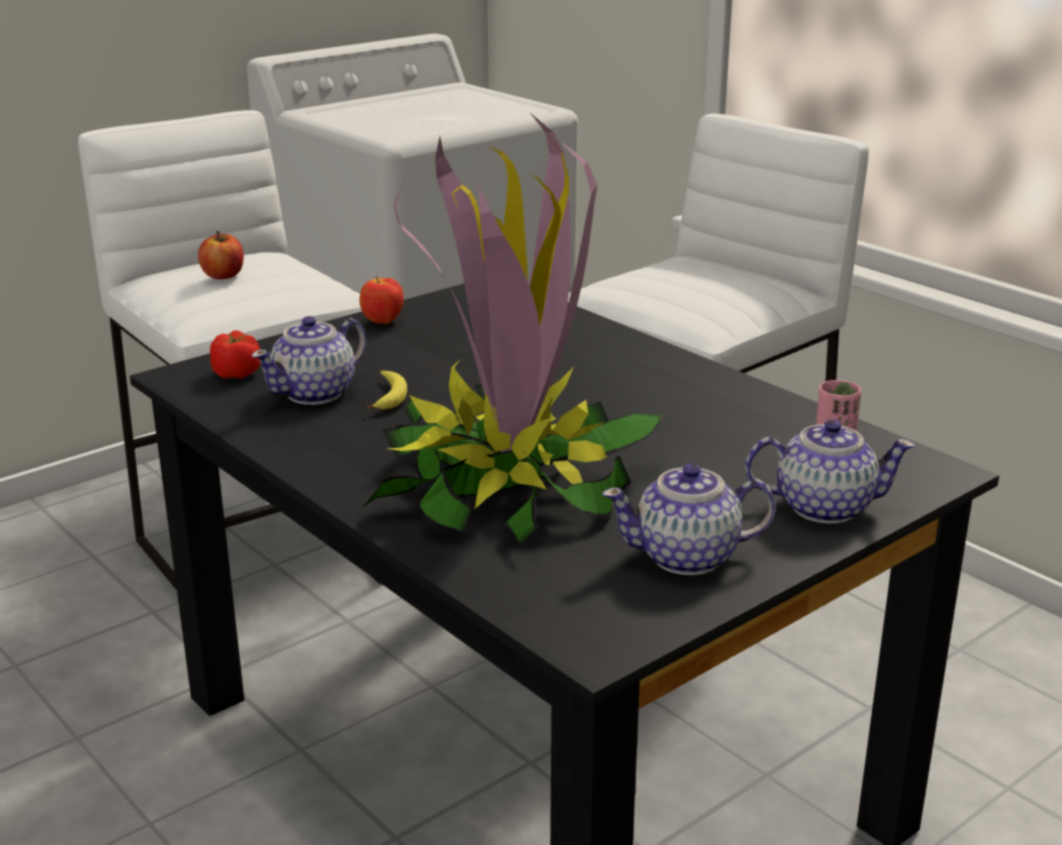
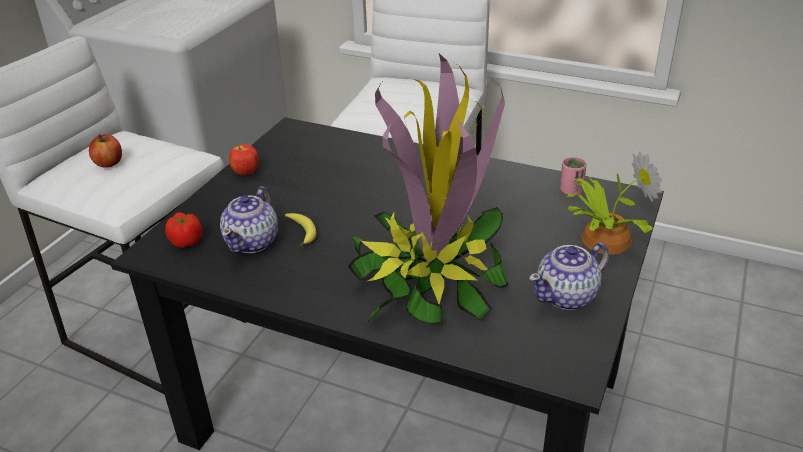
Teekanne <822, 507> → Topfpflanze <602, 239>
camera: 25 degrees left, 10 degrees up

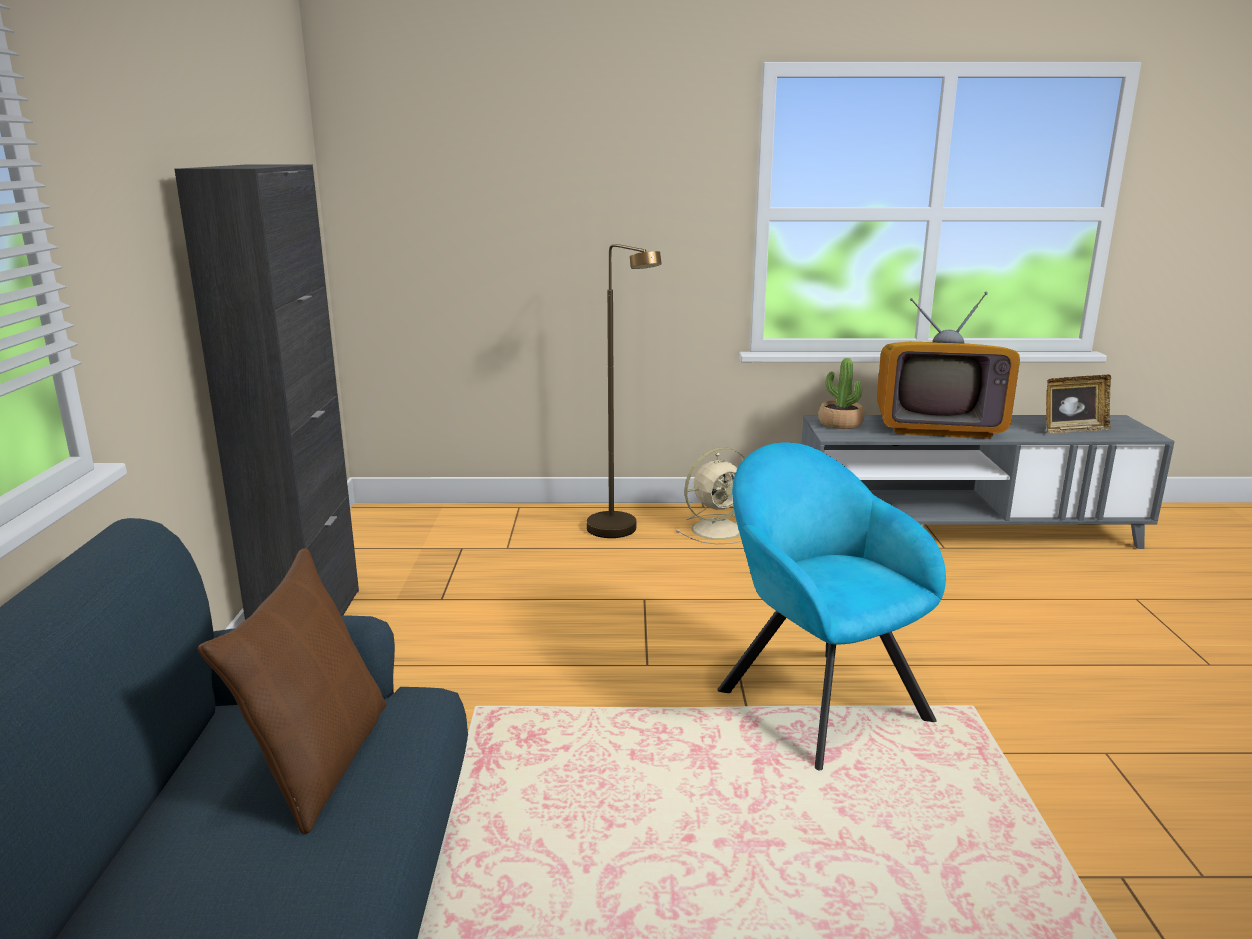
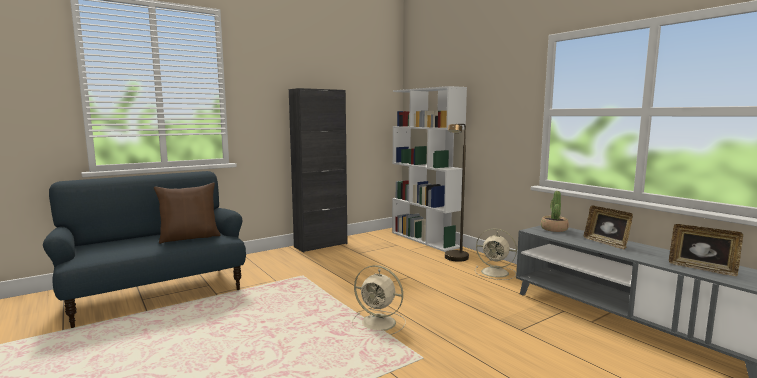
Fernseher <938, 426> → Bilderrahmen <606, 243>
Sessel (türkis) <816, 699> → Ventilator (beige) <379, 323>
- → Bücherregal (weiß) <425, 239>
camera: 55 degrees right, 10 degrees down

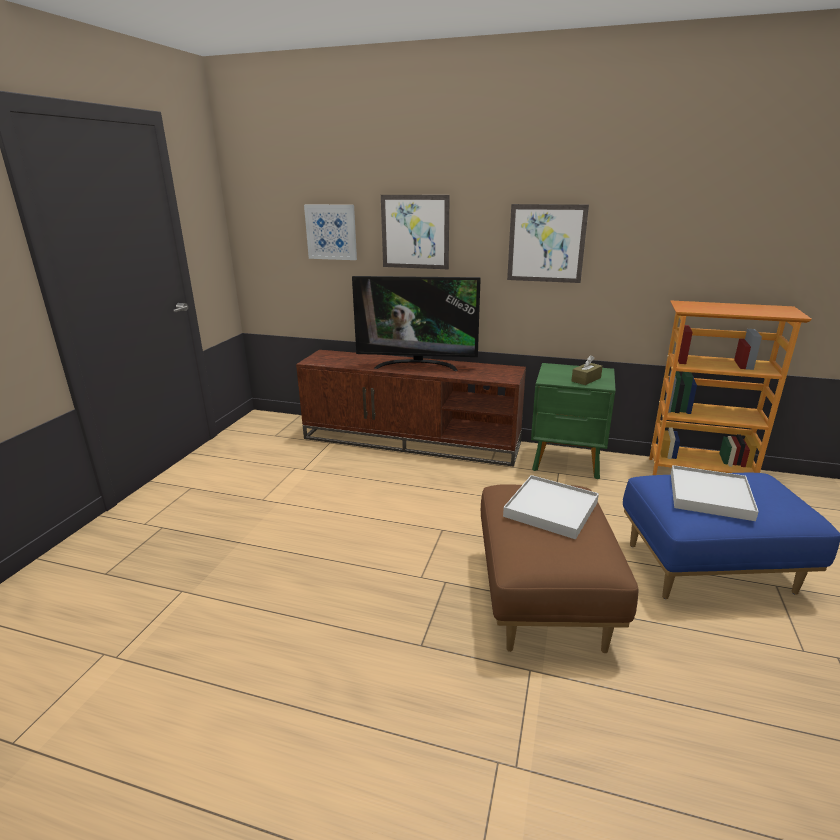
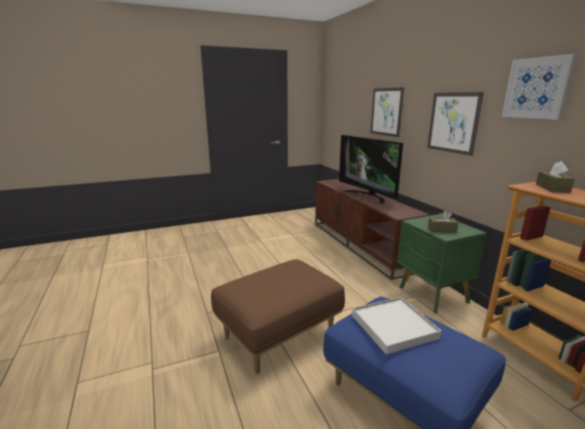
Bild <331, 232> → Bild <536, 88>, moved
Tablett (weiß) <551, 509> → -
- → Taschentuchbox (braun) <552, 188>
camera: 50 degrees right, 5 degrees down

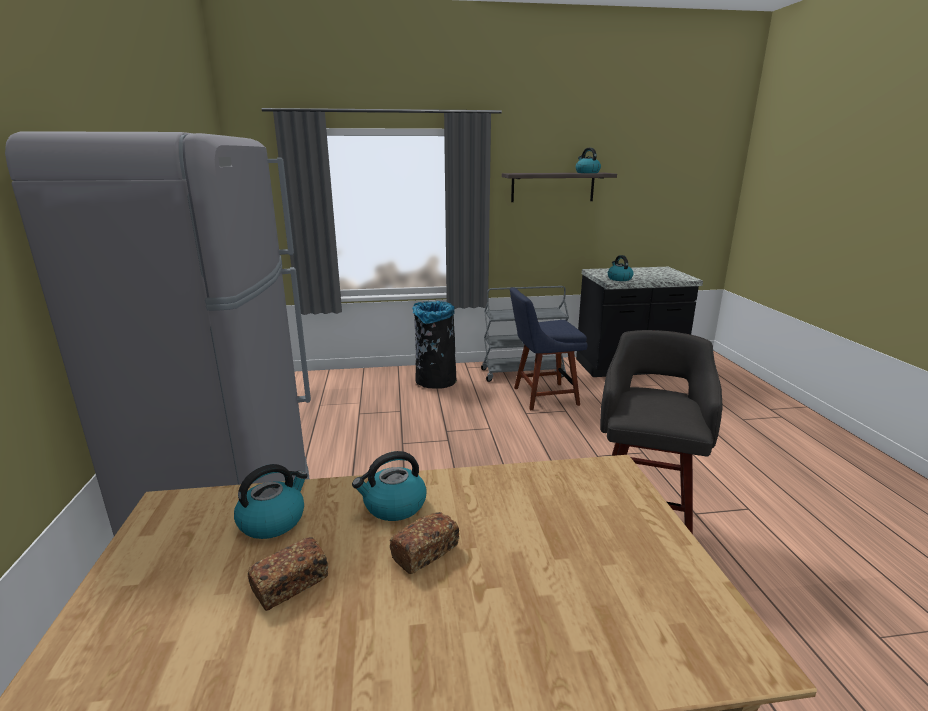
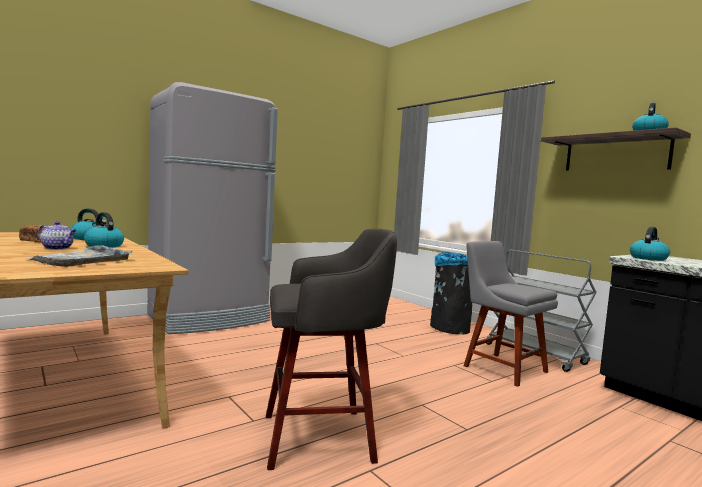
Stuhl (blau) <542, 396> → Stuhl (grau) <501, 367>
Brot <425, 552> → Teekanne <58, 248>
- → Tablett (grau) <82, 260>
camera: 60 degrees right, 15 degrees down

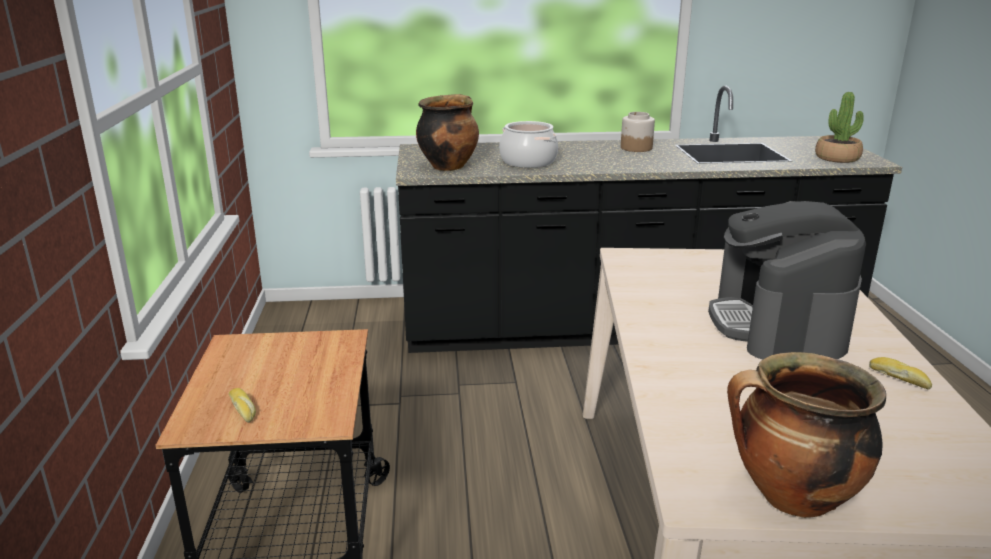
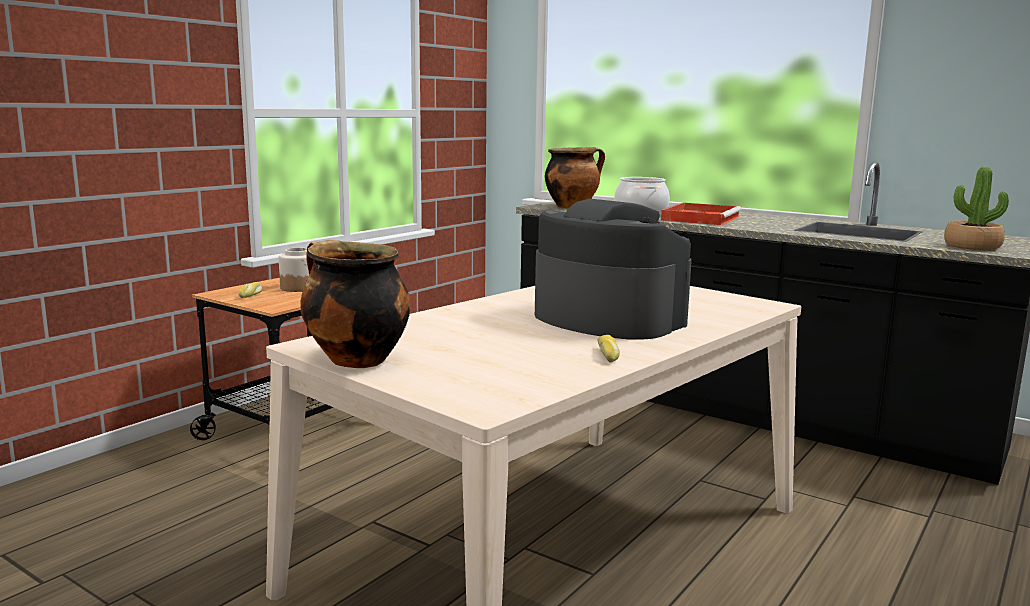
Vorratsglas <636, 148> → Vorratsglas <299, 288>, moved
Kaffeemaschine <778, 325> → Kaffeemaschine <606, 319>, 90 degrees clockwise
- → Tablett (rot) <700, 218>
camera: 40 degrees right, 10 degrees down

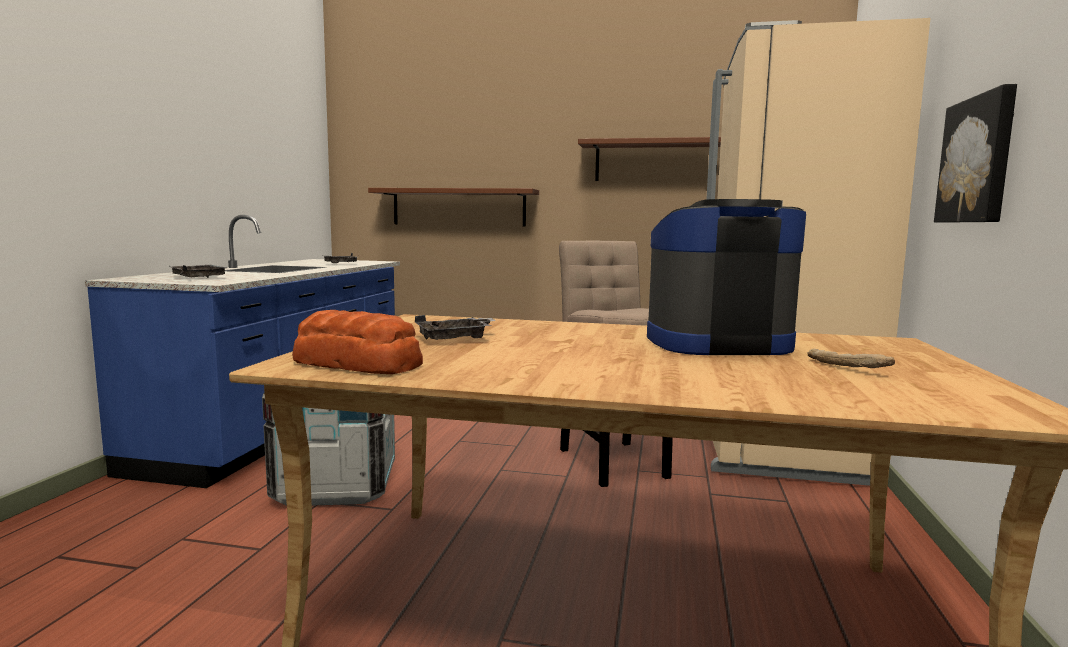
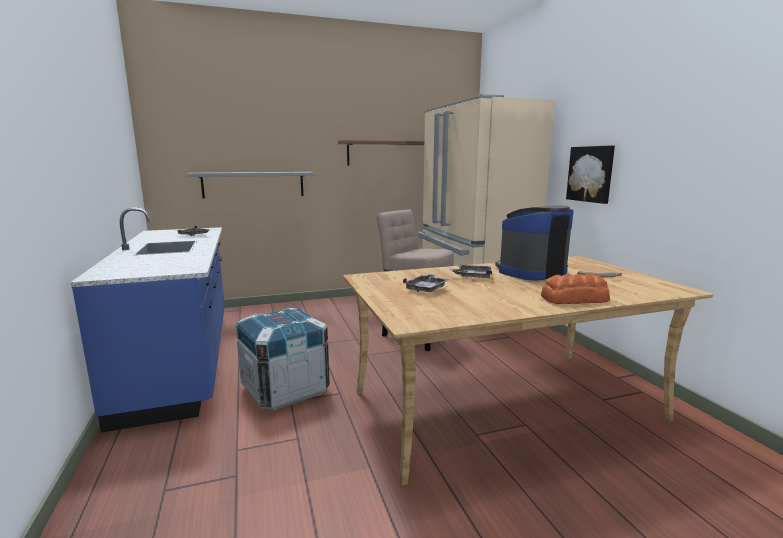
Wandregal (braun) <458, 207> → Wandregal (grau) <253, 184>
Tablett (grau) <197, 277> → Tablett (grau) <472, 276>, moved
Brot <358, 364> → Brot <575, 299>, moved
camera: 30 degrees left, 5 degrees up

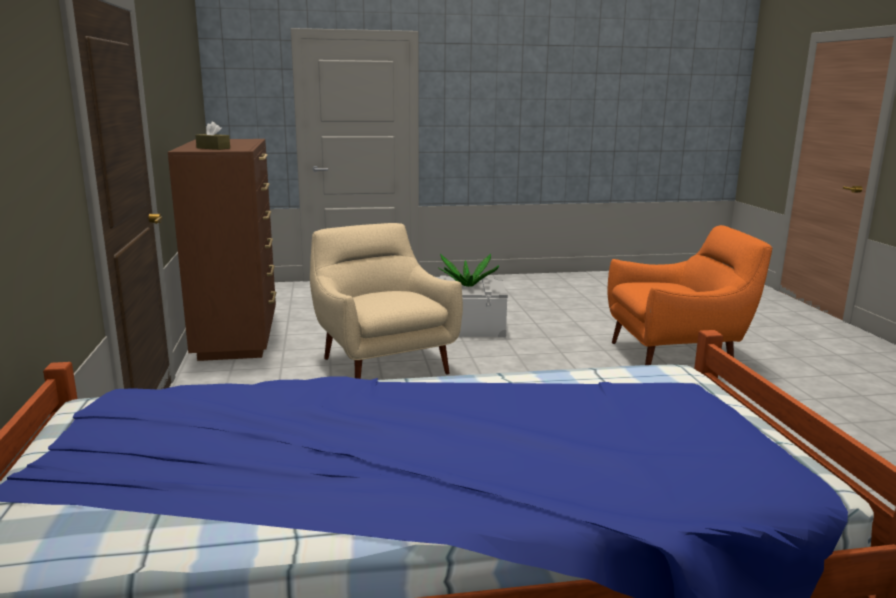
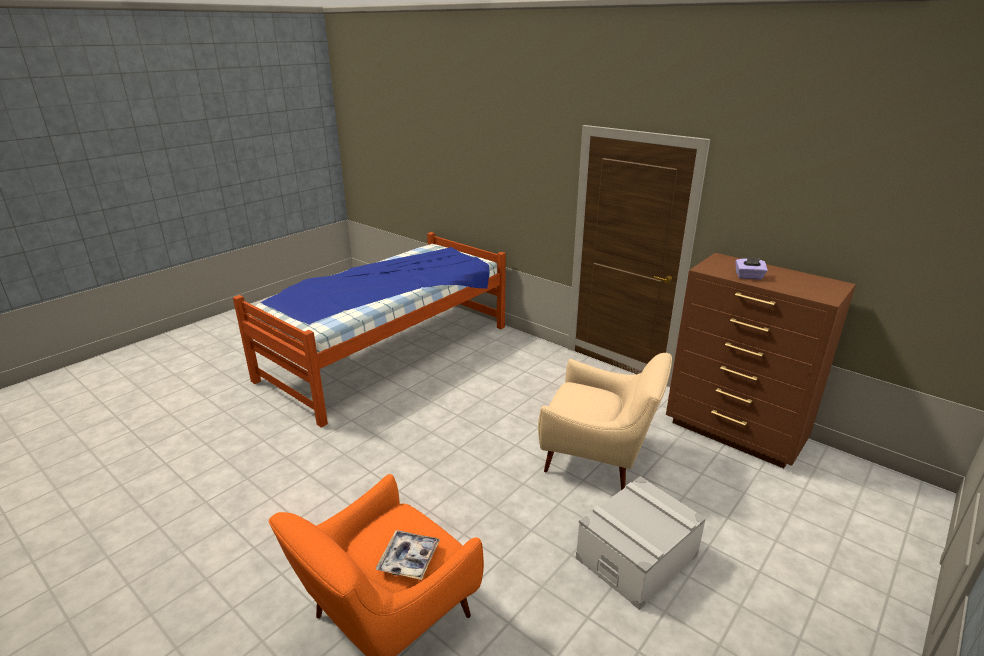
Taschentuchbox (braun) <213, 148> → -
Topfpflanze <468, 285> → -
- → Taschentuchbox (lila) <749, 277>
- → Tablett <408, 559>
camera: 140 degrees right, 10 degrees up

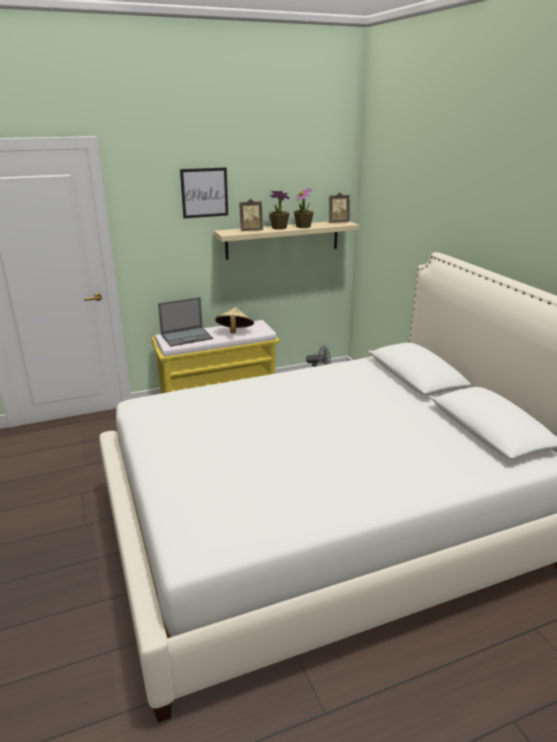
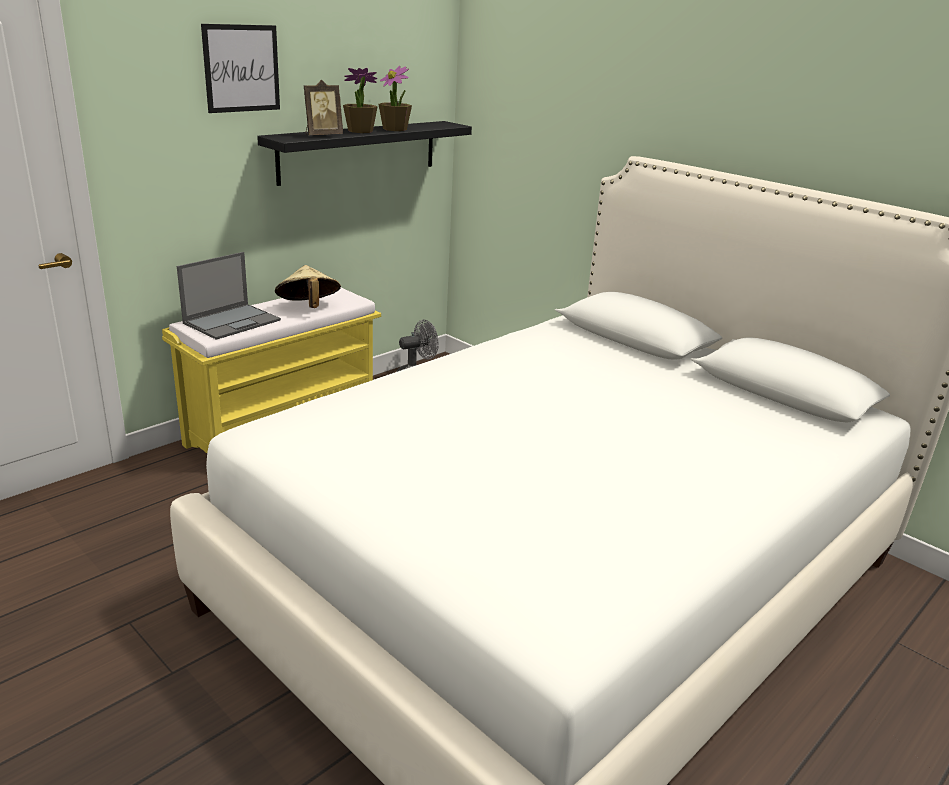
Bilderrahmen <337, 222> → -
Wandregal (beige) <283, 239> → Wandregal (schwarz) <359, 151>
camera: 25 degrees left, 0 degrees up

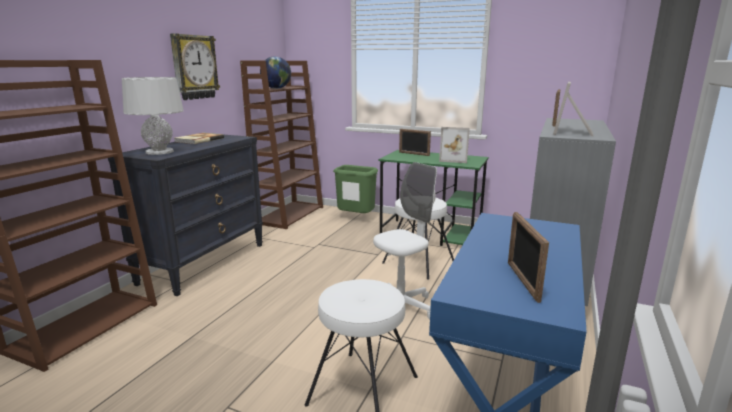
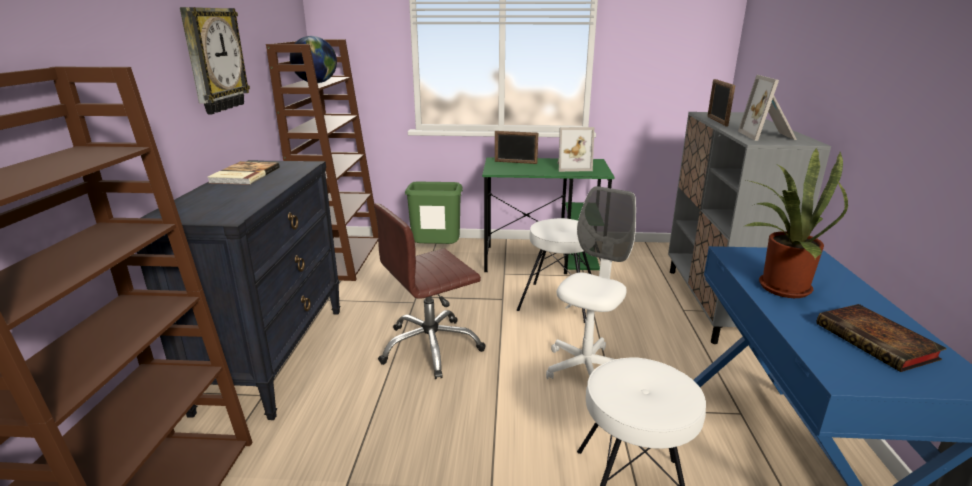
Tischlampe (grau) <159, 152> → -
Bilderrahmen <522, 281> → Buch <878, 343>
- → Topfpflanze <778, 286>
- → Bürostuhl (braun) <430, 347>
camera: 20 degrees left, 5 degrees up

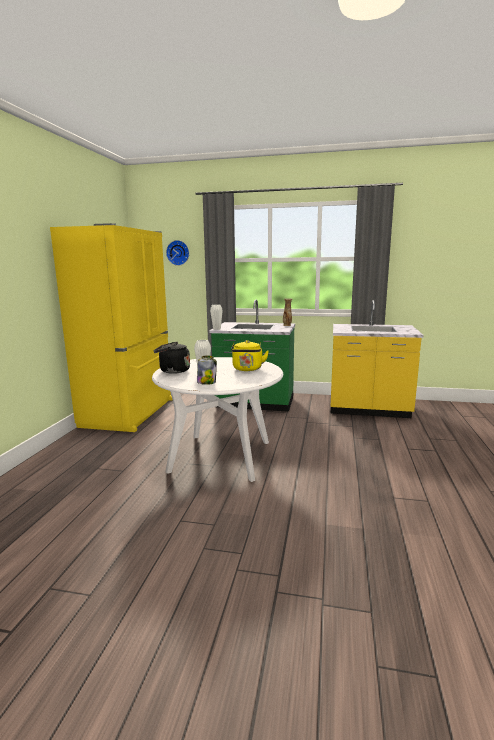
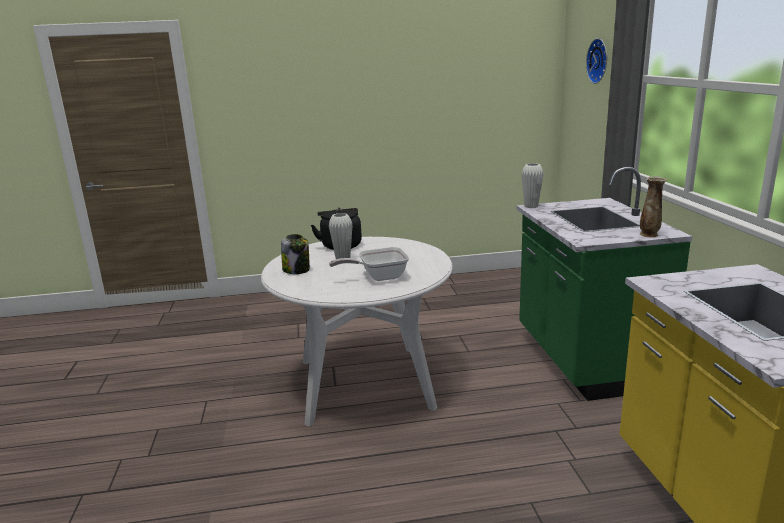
Kühlschrank (gelb) <131, 412> → -
Wasserkessel (gelb) <247, 369> → Pfanne <378, 277>
camera: 70 degrees right, 5 degrees up

